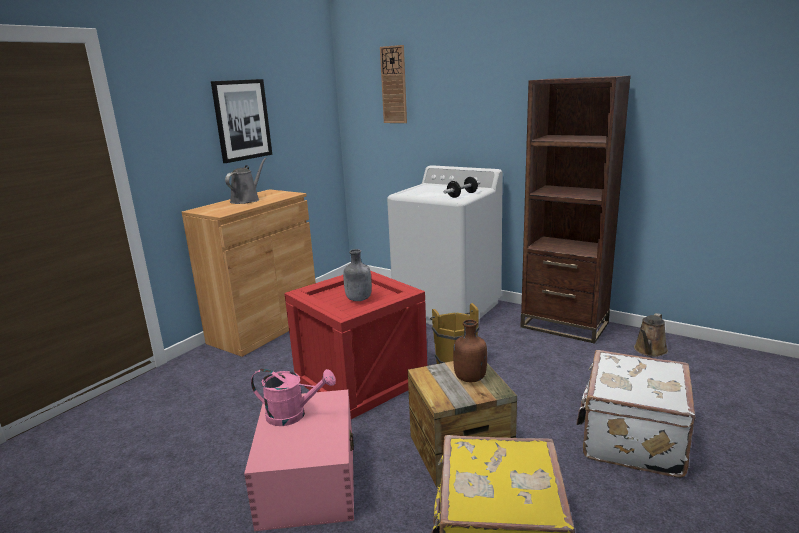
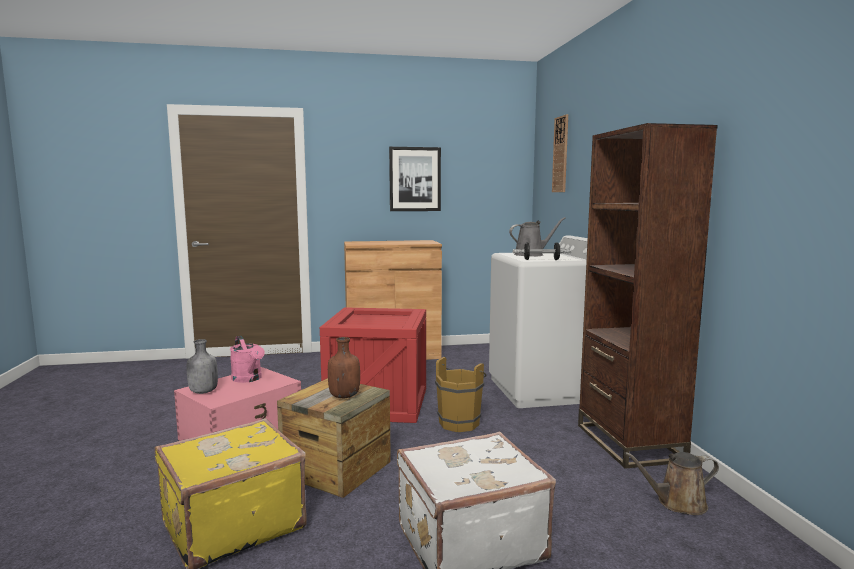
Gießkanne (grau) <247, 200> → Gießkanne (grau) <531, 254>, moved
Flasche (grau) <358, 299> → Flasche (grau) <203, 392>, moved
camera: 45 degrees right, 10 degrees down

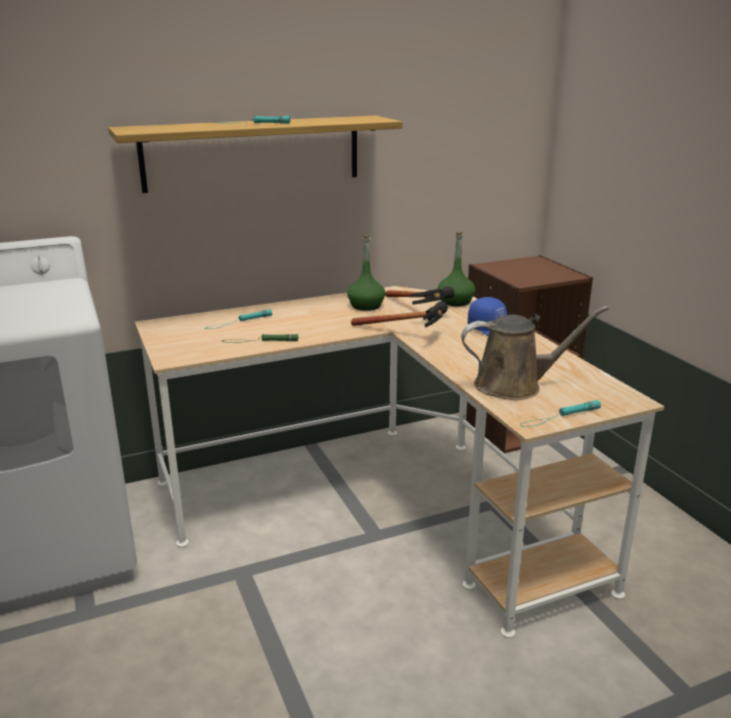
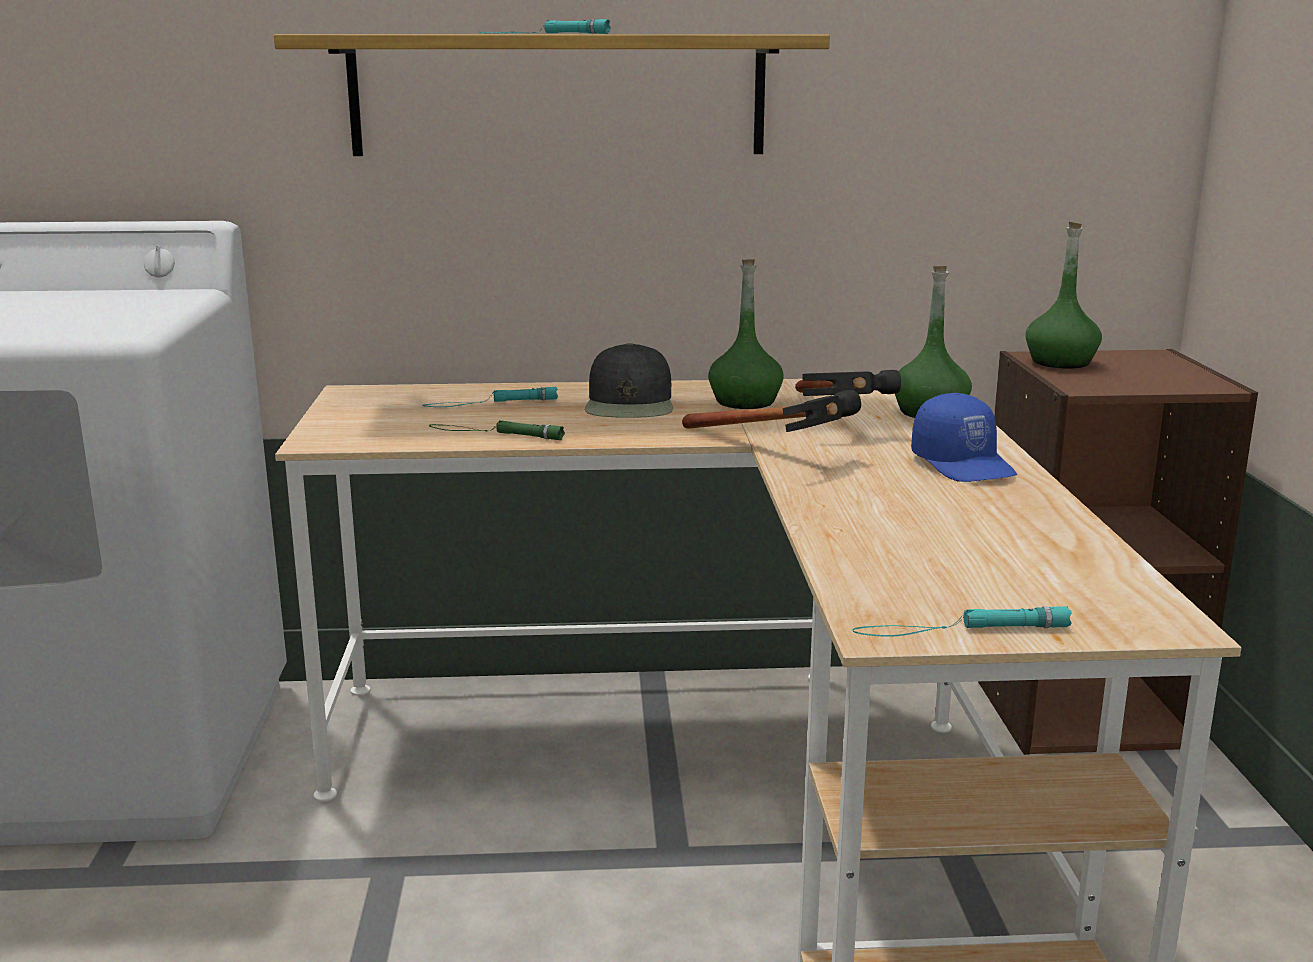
Gießkanne (braun) <514, 385> → -
- → Flasche (grün) <1060, 362>
- → Kappe (schwarz) <630, 404>
camera: 20 degrees right, 5 degrees down

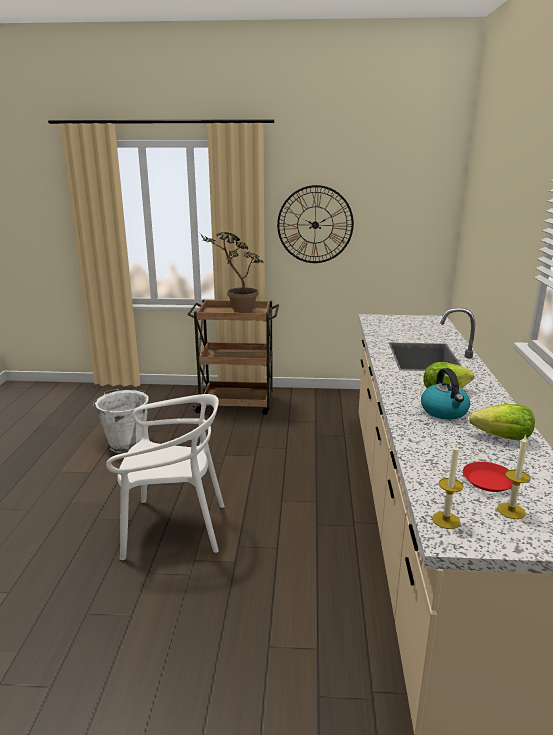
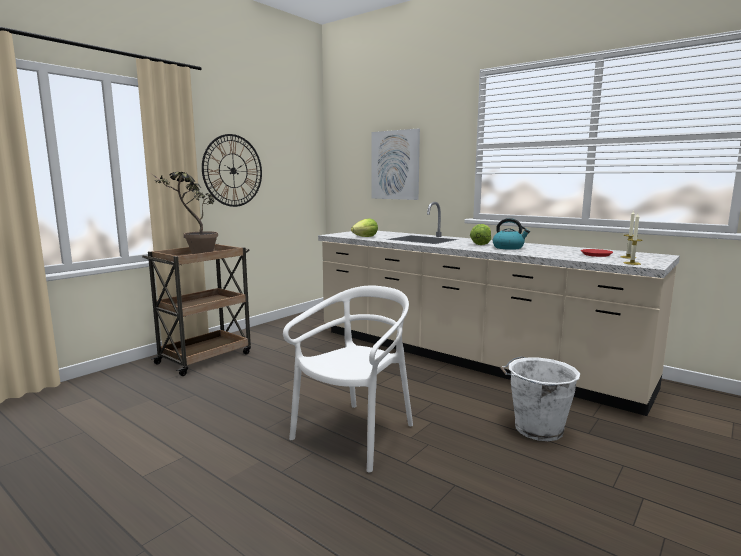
Eimer (weiß) <126, 443> → Eimer (weiß) <536, 429>, moved
Salatkopf <502, 437> → Salatkopf <365, 237>, moved
- → Bild <395, 165>
camera: 55 degrees left, 10 degrees down

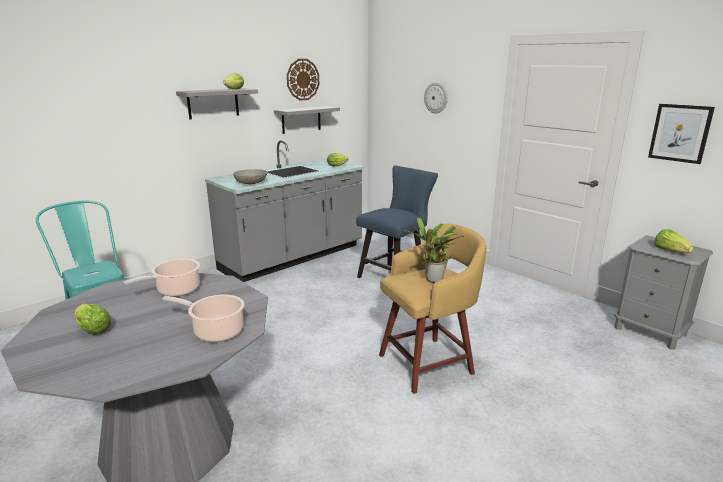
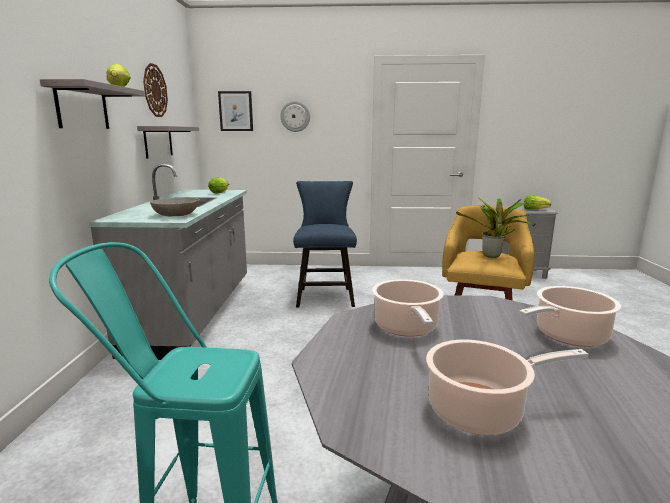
Bild <680, 133> → Bild <236, 111>, moved
Salatkopf <92, 329> → Kochtopf <481, 410>
camera: 45 degrees left, 5 degrees down

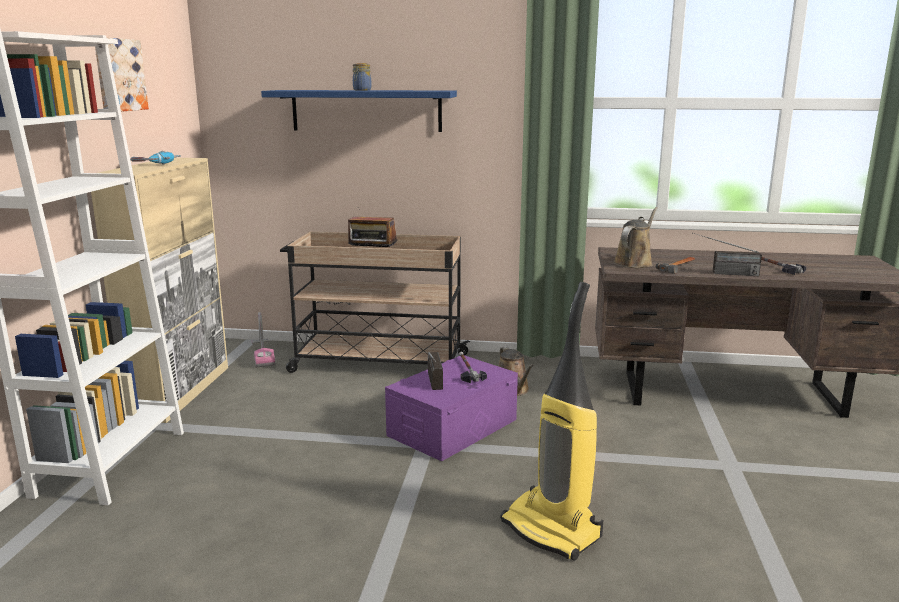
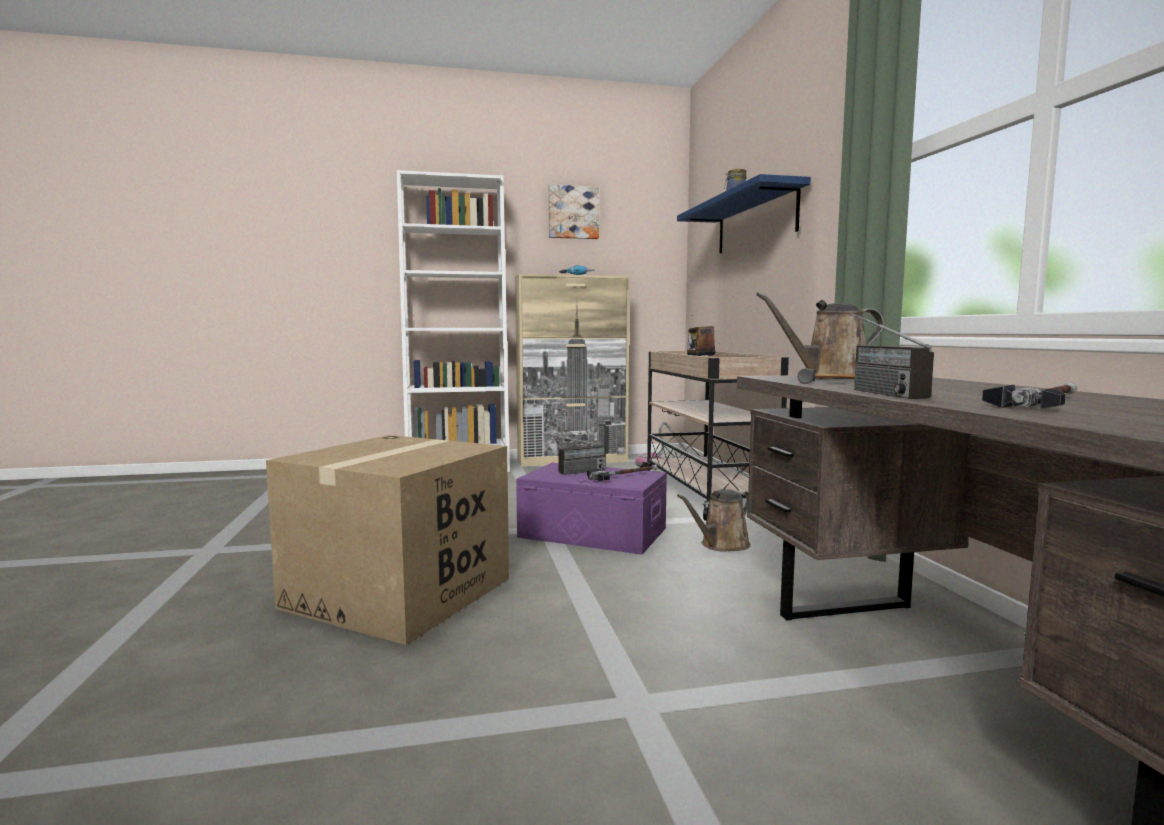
Gießkanne (braun) <634, 262> → Gießkanne (braun) <830, 378>, 150 degrees clockwise
Staubsauger <552, 530> → Karton <399, 593>
camera: 70 degrees right, 10 degrees down

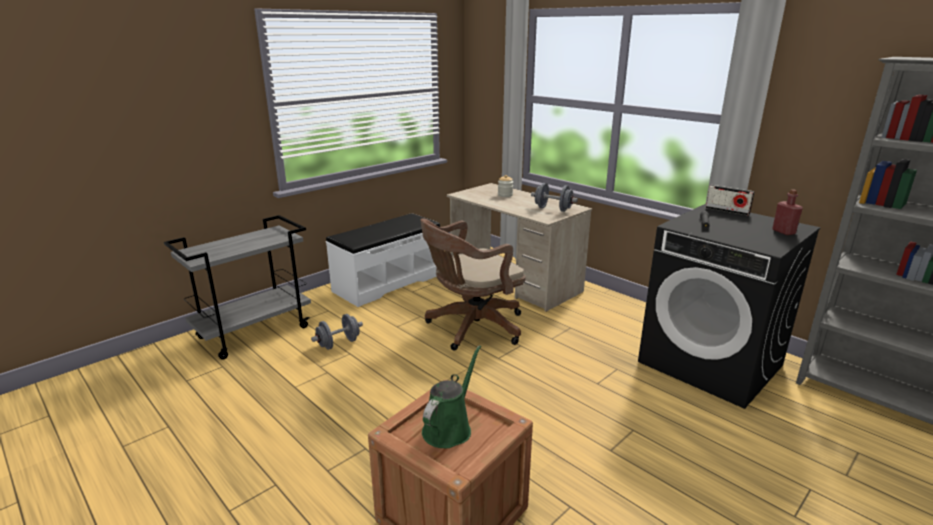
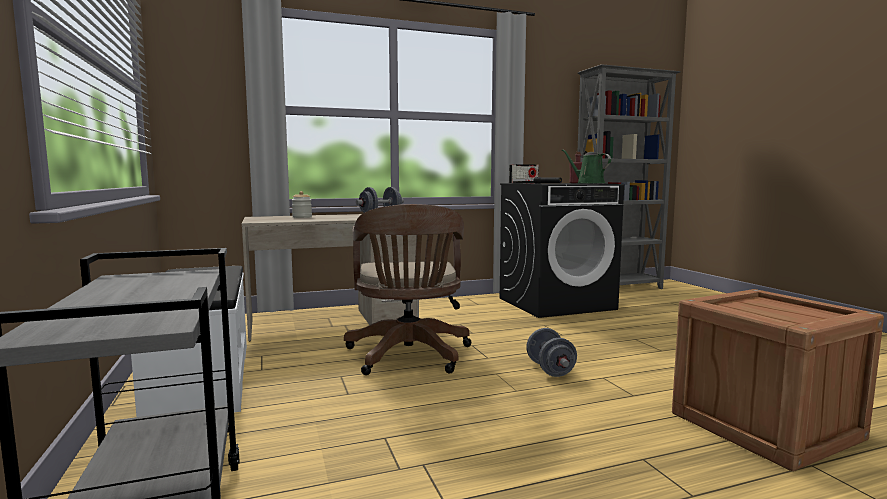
Hantel (grau) <338, 343> → Hantel (grau) <550, 369>, moved
Gießkanne (grün) <449, 428> → Gießkanne (grün) <588, 183>, moved
camera: 65 degrees left, 15 degrees down

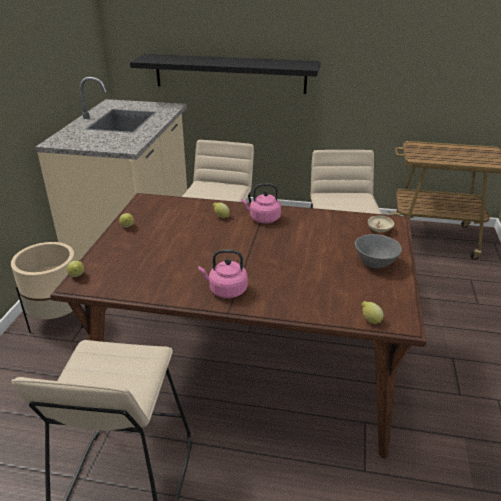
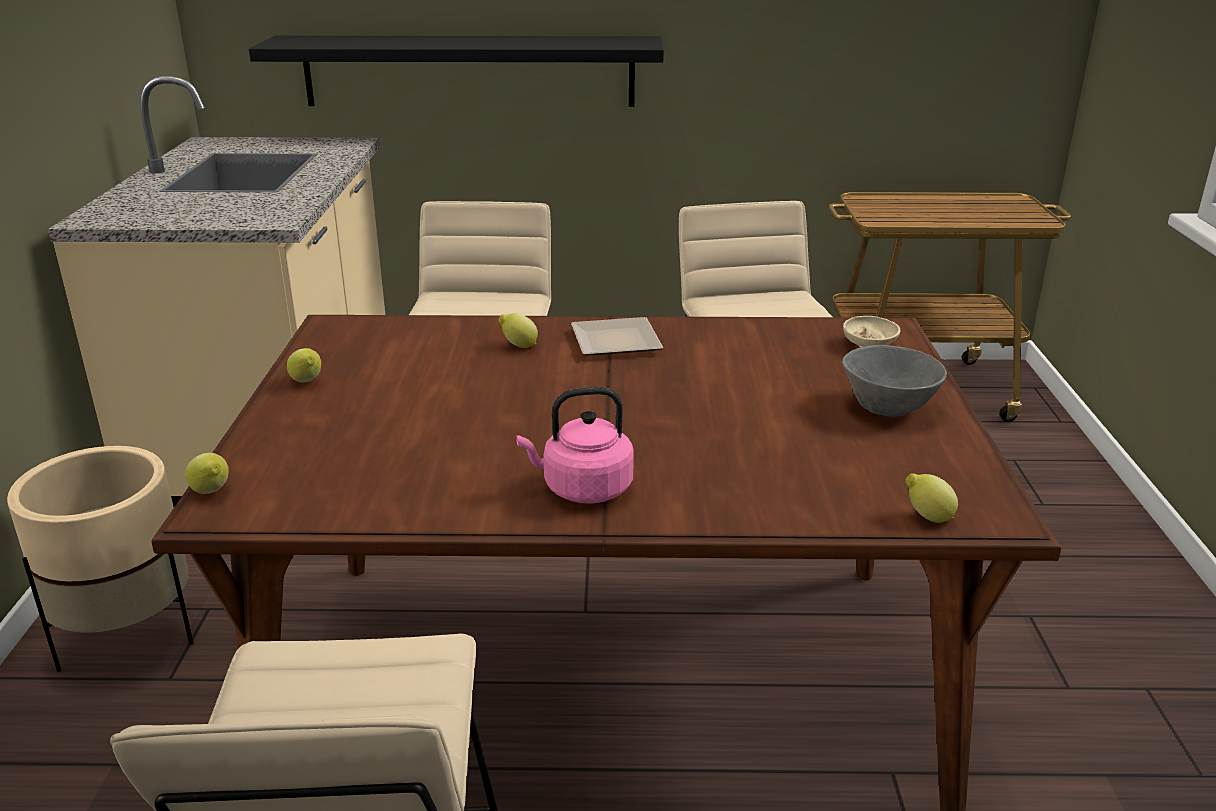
Wasserkessel (rosa) <263, 219> → Teller <613, 343>
camera: 10 degrees left, 5 degrees down

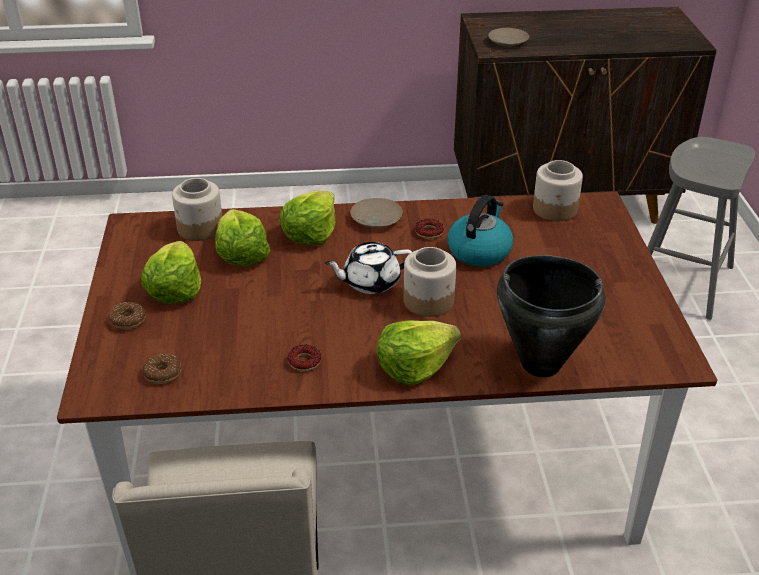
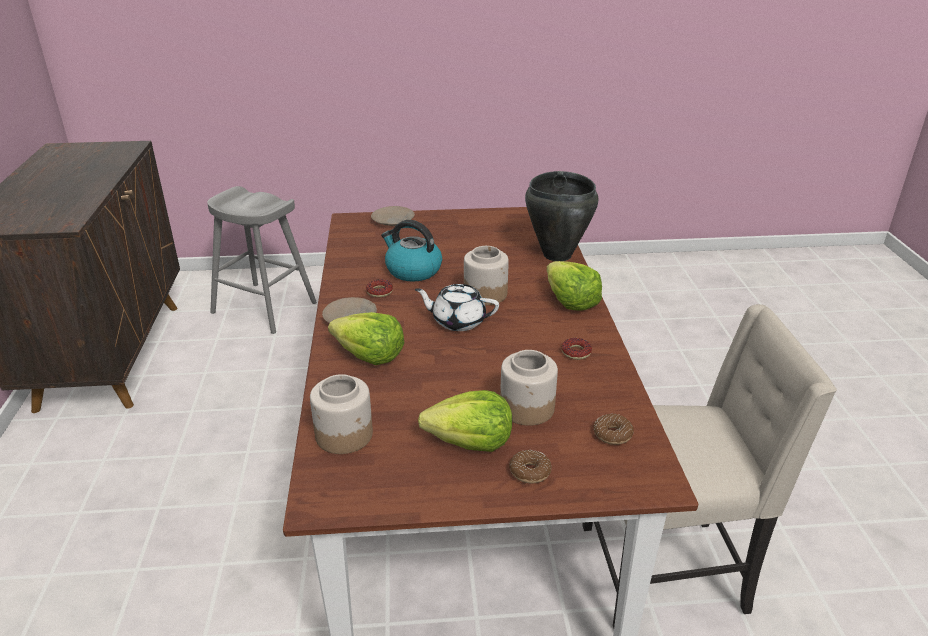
Teller (beige) <508, 42> → Teller (beige) <393, 221>, moved
Vorratsglas <555, 210> → Vorratsglas <527, 408>, moved
Salatkopf <241, 254> → -
Teekanne (weiß) <370, 282> → Teekanne (weiß) <457, 321>, 120 degrees clockwise
camera: 90 degrees left, 5 degrees down

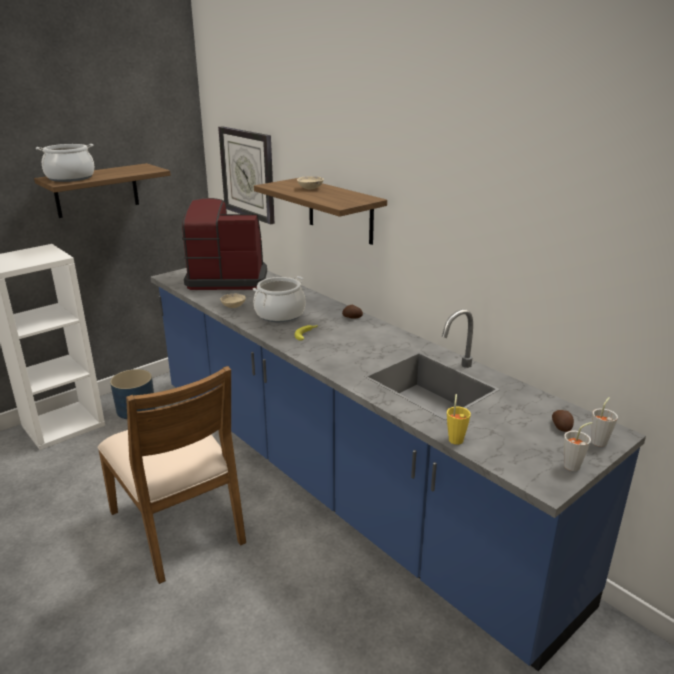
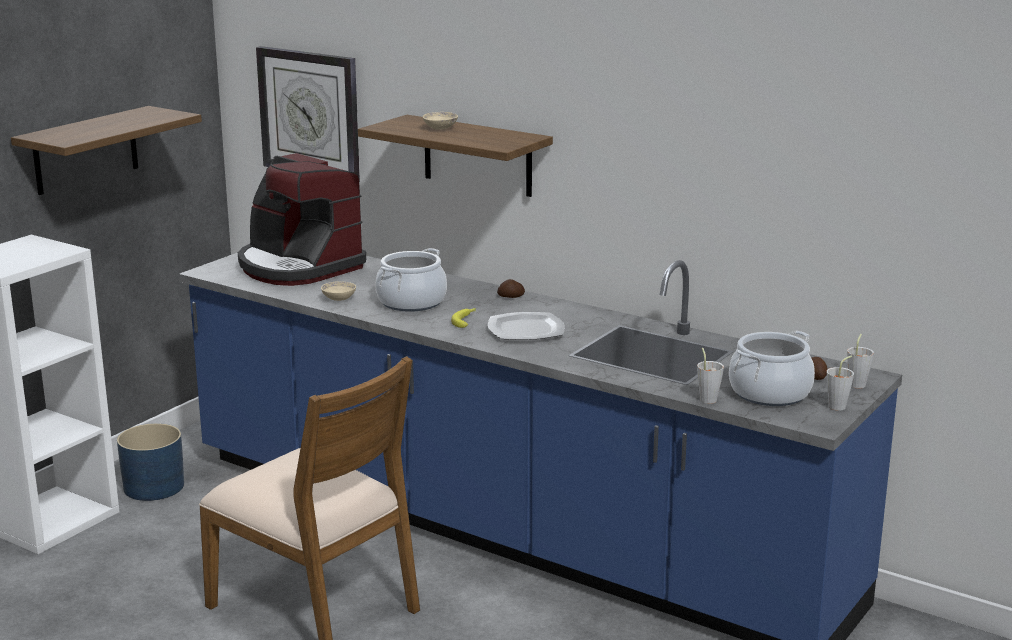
Kochtopf <70, 178> → Kochtopf <769, 393>, moved
Kaffeemaschine <227, 278> → Kaffeemaschine <298, 266>, 120 degrees counterclockwise
Tasse (gelb) <456, 438> → Tasse (grau) <707, 398>
- → Teller <527, 330>
camera: 15 degrees left, 5 degrees down

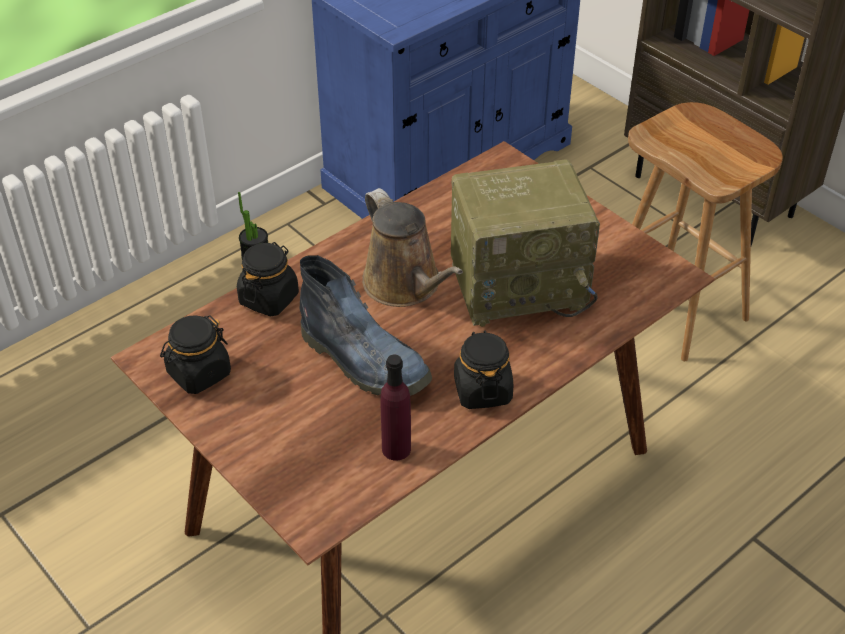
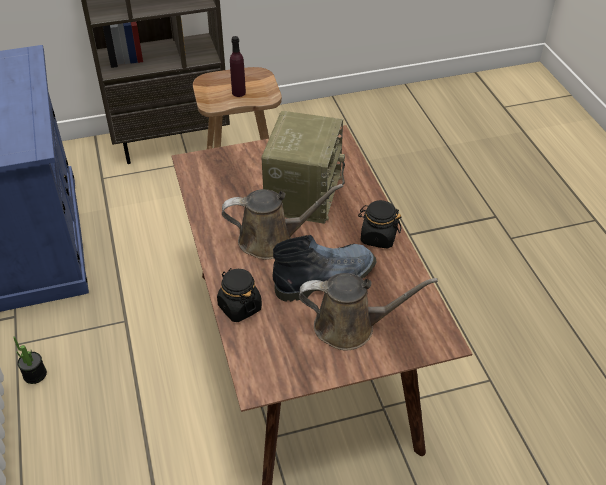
Vorratsglas (schwarz) <199, 373> → -
Flasche (lila) <396, 449> → Flasche (lila) <238, 93>, moved
- → Gießkanne (braun) <351, 327>
camera: 65 degrees left, 0 degrees up

